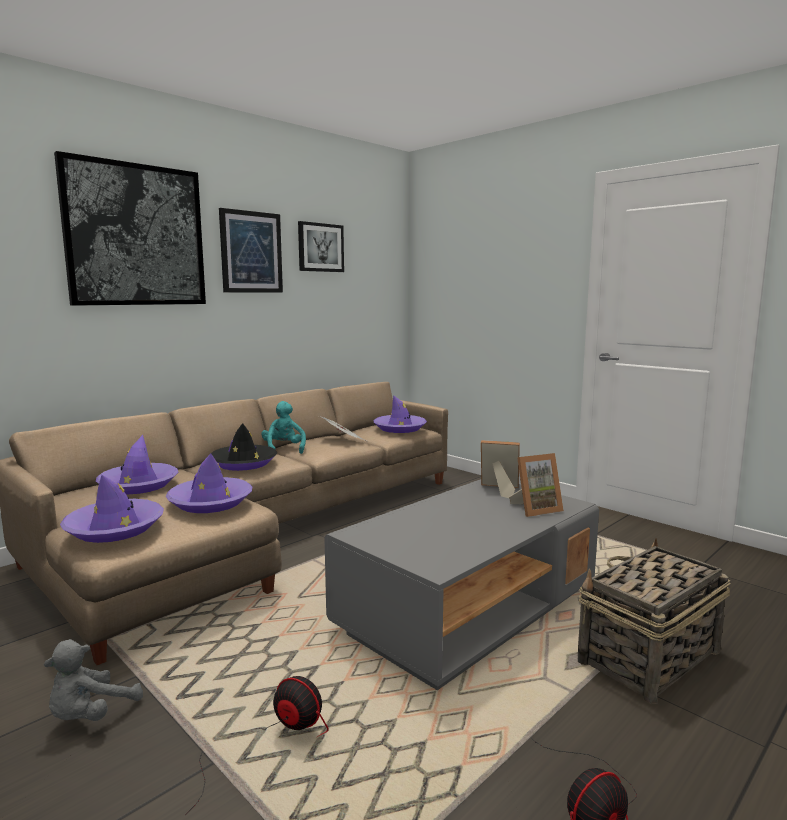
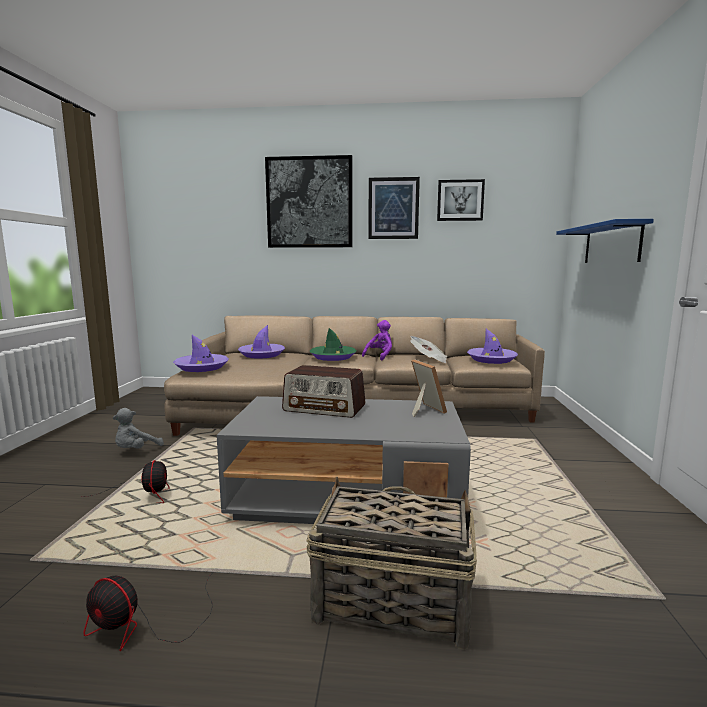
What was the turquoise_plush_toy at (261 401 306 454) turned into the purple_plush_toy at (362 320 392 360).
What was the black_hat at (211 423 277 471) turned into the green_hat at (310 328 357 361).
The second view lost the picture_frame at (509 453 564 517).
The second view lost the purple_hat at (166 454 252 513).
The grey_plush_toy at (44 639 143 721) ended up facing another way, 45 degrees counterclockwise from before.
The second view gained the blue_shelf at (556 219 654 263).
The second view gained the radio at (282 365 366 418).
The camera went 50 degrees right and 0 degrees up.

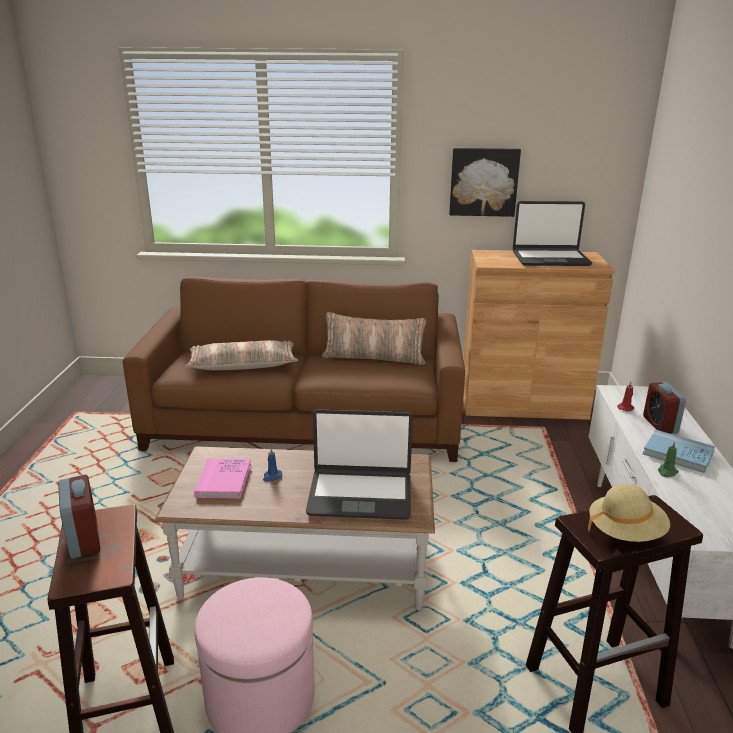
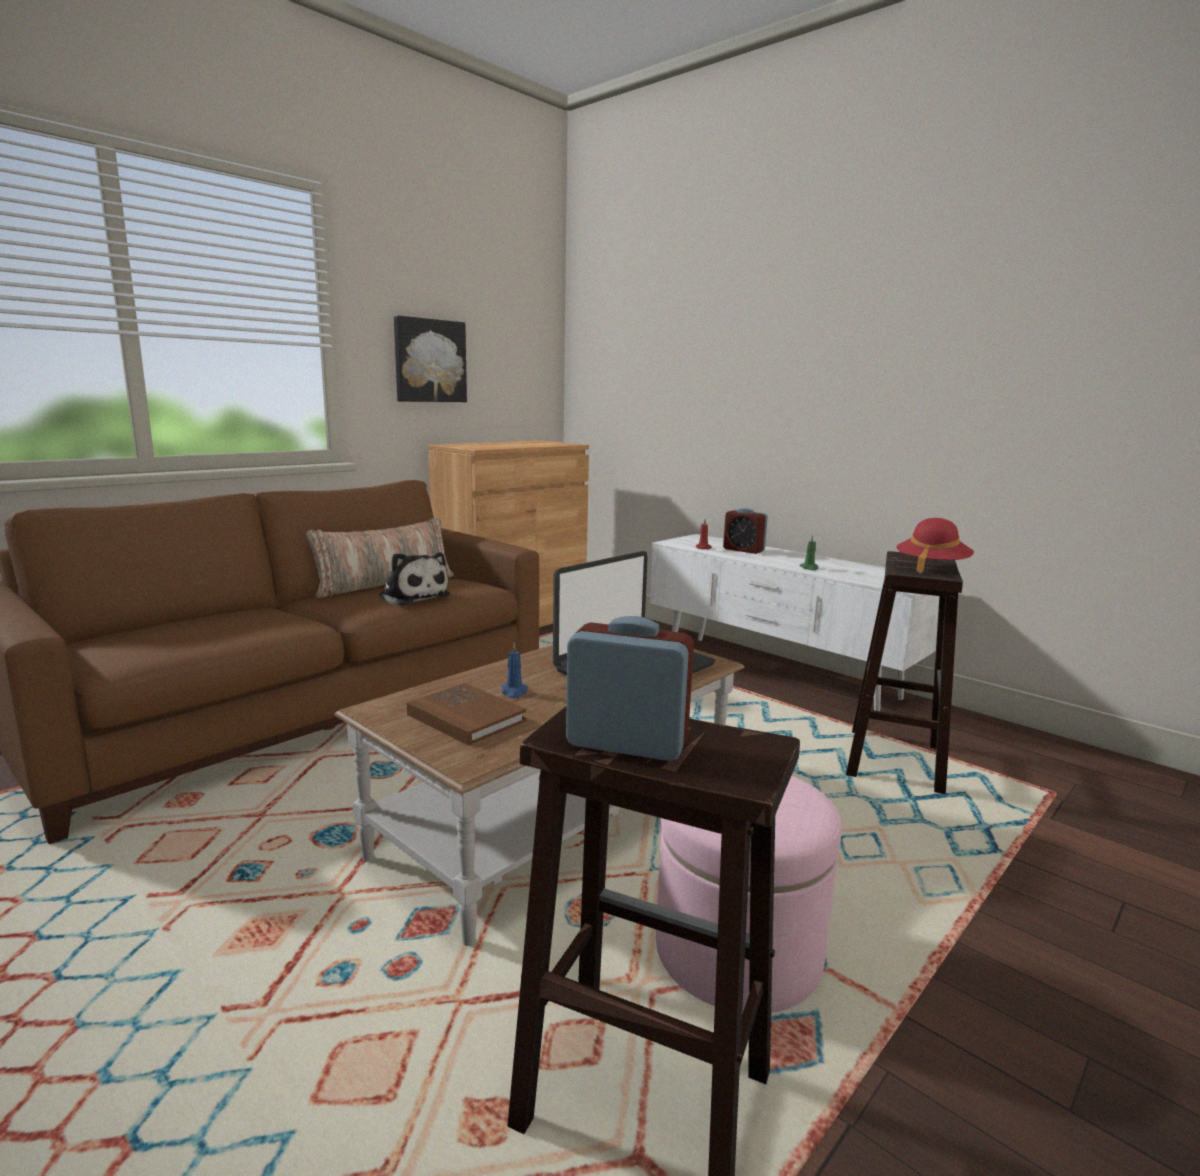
The second view lost the laptop at (513 201 592 266).
The second view lost the pillow at (185 340 298 370).
The second view lost the blue_book at (643 429 715 473).
What was the pink_book at (194 458 251 499) turned into the brown_book at (407 683 526 745).
What was the beige_hat at (588 484 670 542) turned into the red_hat at (896 518 974 573).
The second view gained the plush_toy at (379 552 450 605).
The camera went 50 degrees left and 10 degrees down.

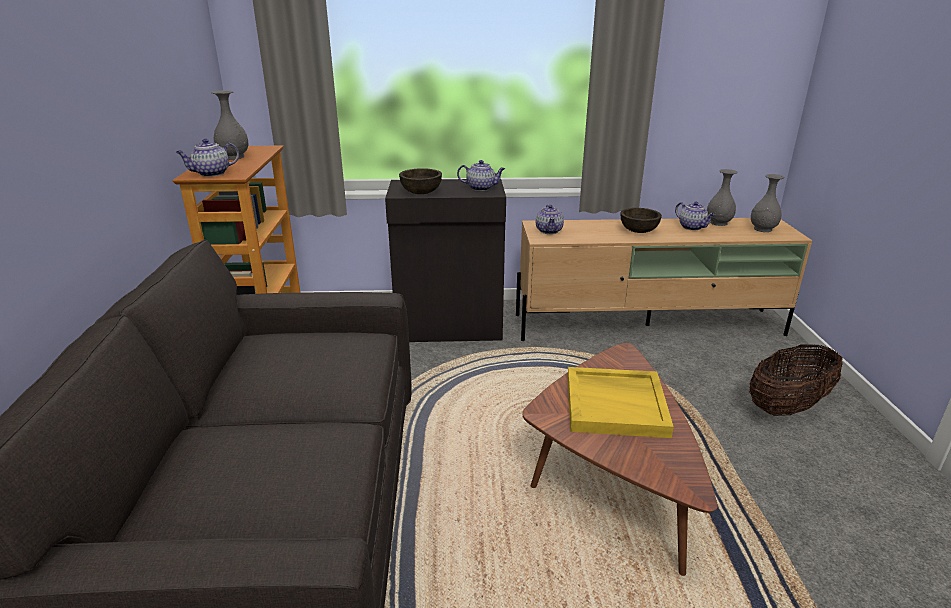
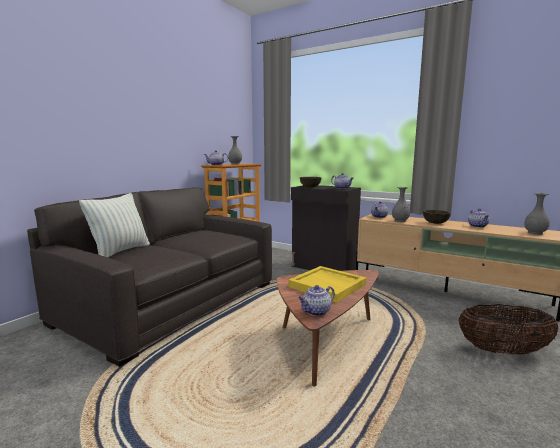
The grey_vase ended up elsewhere, having gone from (707 169 738 226) to (392 187 410 222).
The second view gained the pillow at (79 193 150 257).
The second view gained the teapot at (298 285 335 316).
The camera went 35 degrees right and 15 degrees down.

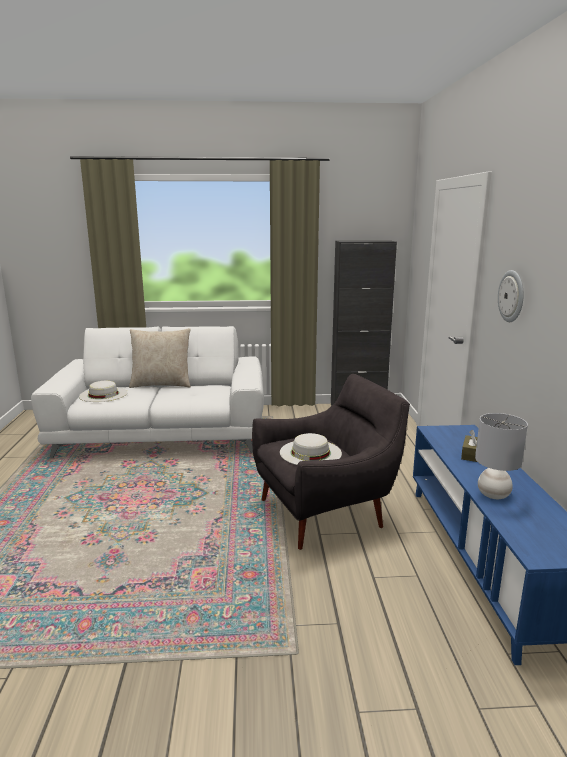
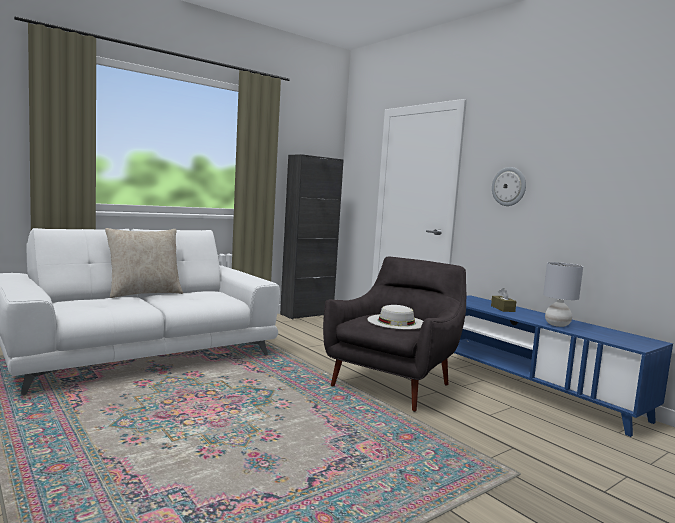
The second view lost the white_hat at (79 381 128 402).
The camera went 35 degrees left and 10 degrees down.

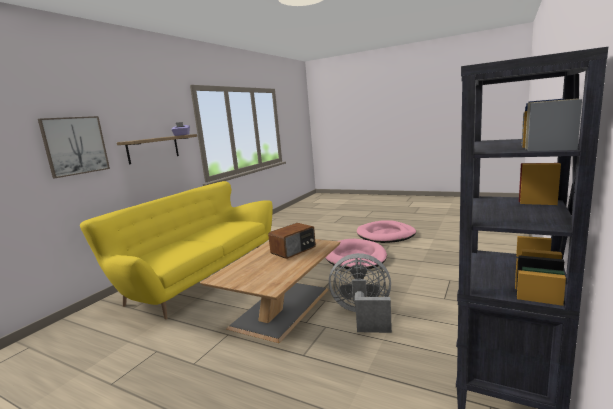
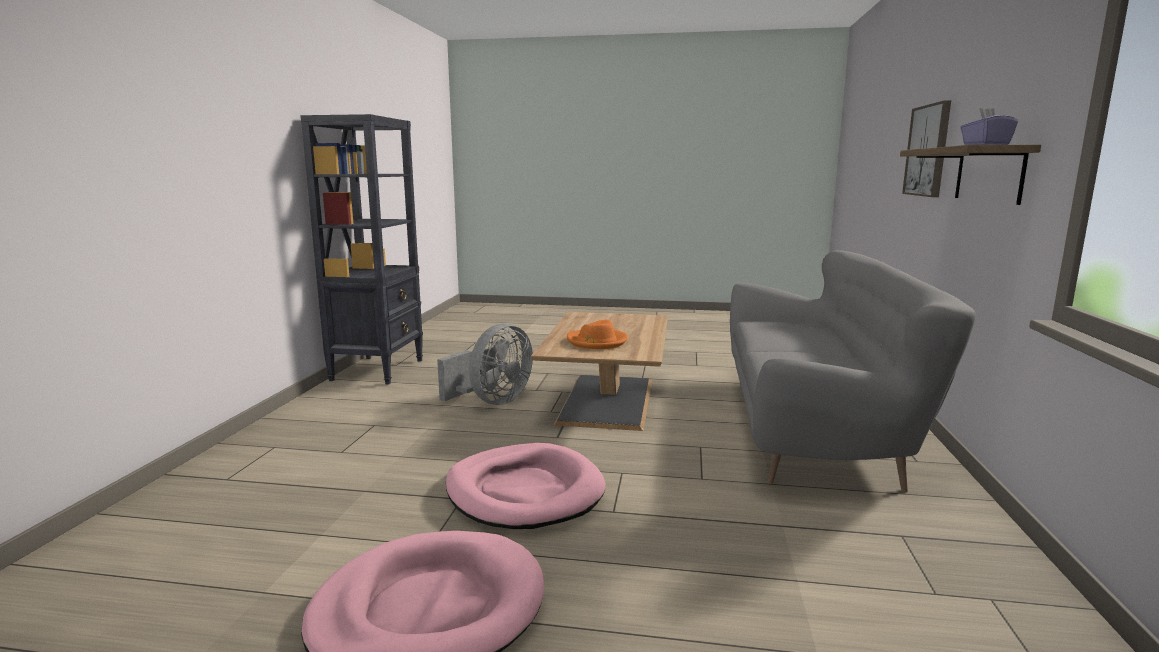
What was the yellow_sofa at (80 181 273 319) turned into the grey_sofa at (730 250 976 492).
Where the radio stood at (268 223 316 259), the orange_hat came to stand at (567 320 628 349).
The grey_fan at (329 253 392 333) ended up facing another way, 45 degrees counterclockwise from before.
The camera went 160 degrees right and 0 degrees up.

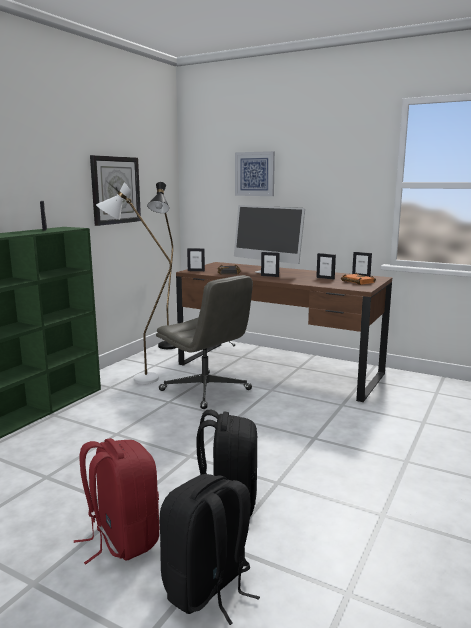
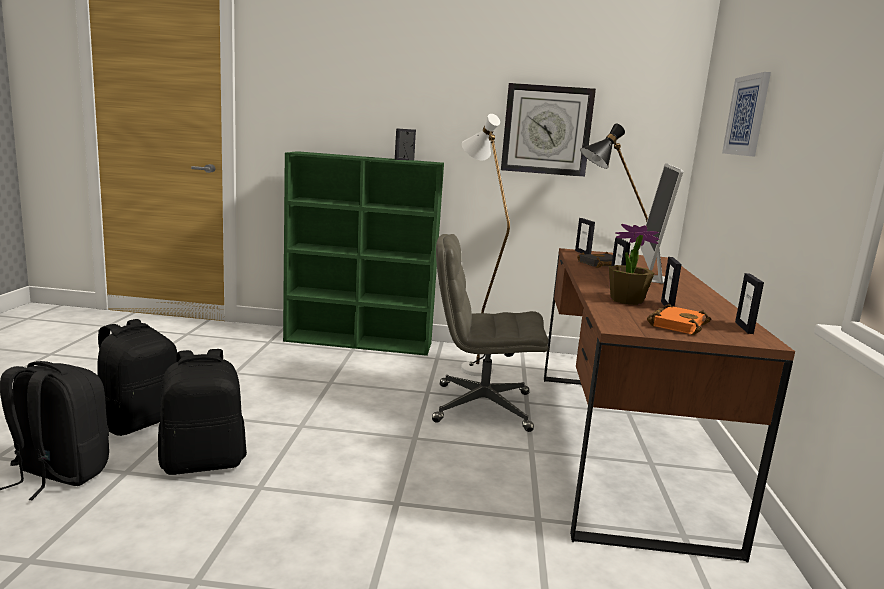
The grey_office_chair at (156 275 253 409) ended up facing another way, 75 degrees clockwise from before.
What was the red_backpack at (74 438 159 564) turned into the black_backpack at (97 319 177 436).
The second view gained the potted_plant at (609 224 659 305).
The camera went 65 degrees right and 0 degrees up.

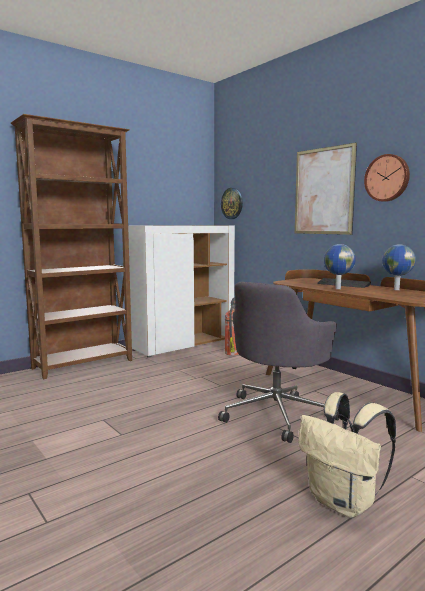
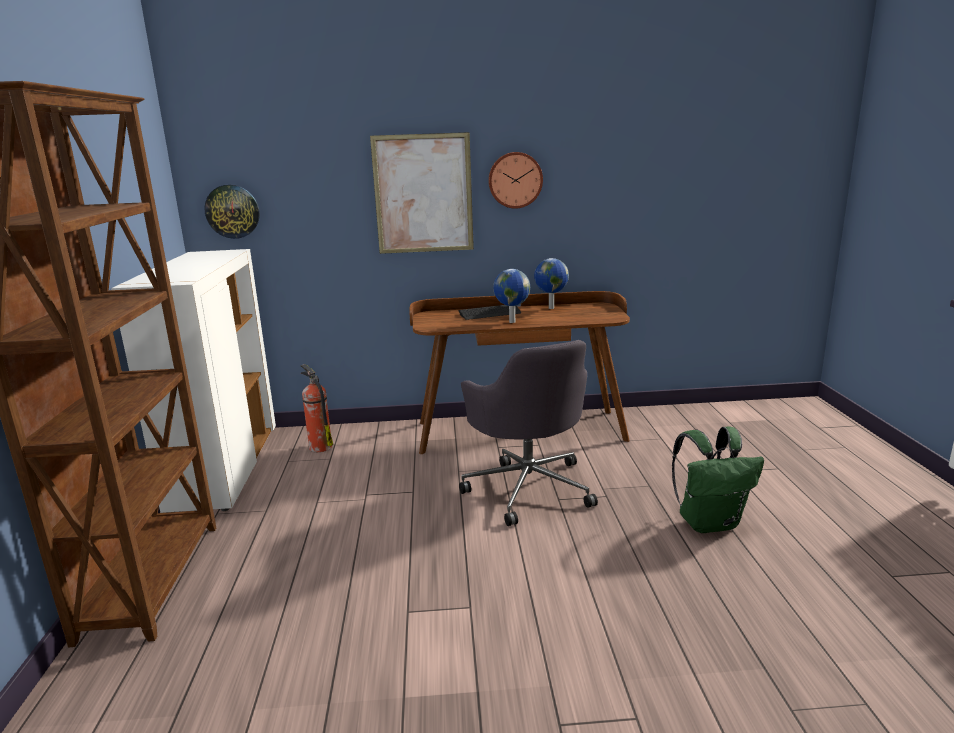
What was the beige_backpack at (298 392 396 518) turned into the green_backpack at (672 426 764 533).
The camera went 55 degrees left and 10 degrees up.

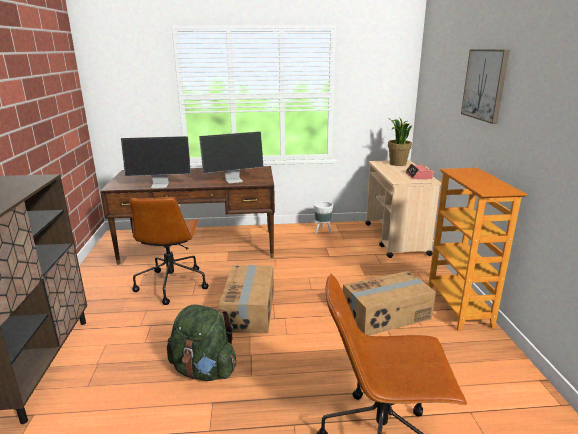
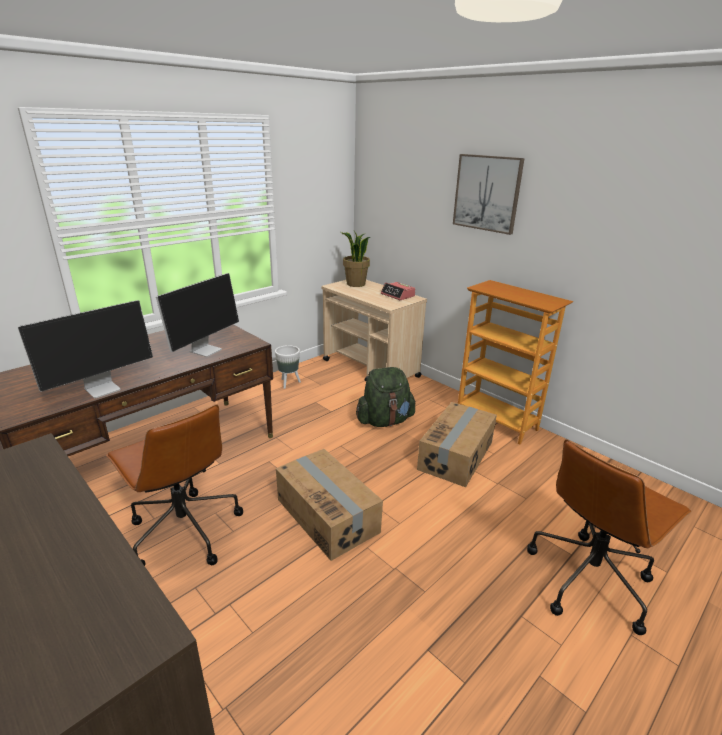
The green_backpack ended up elsewhere, having gone from (167 304 236 381) to (356 367 416 427).
The camera went 40 degrees left and 5 degrees up.

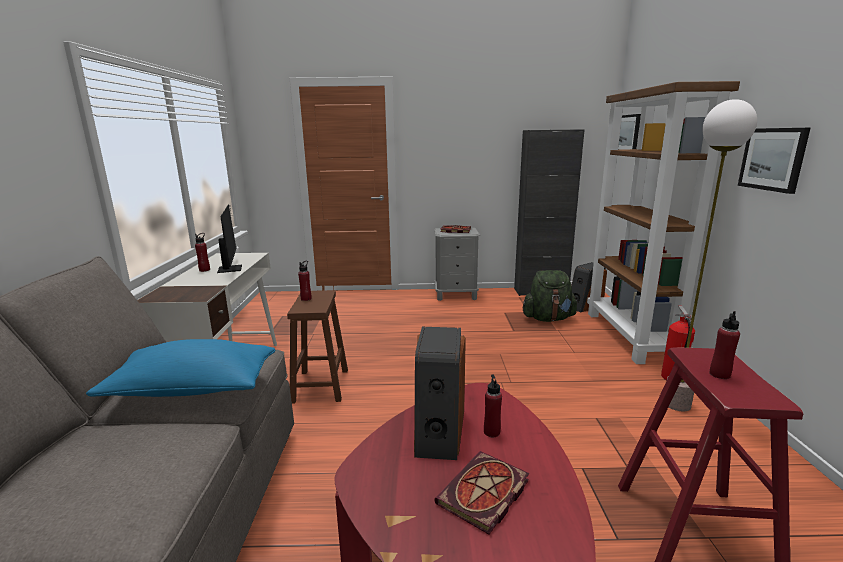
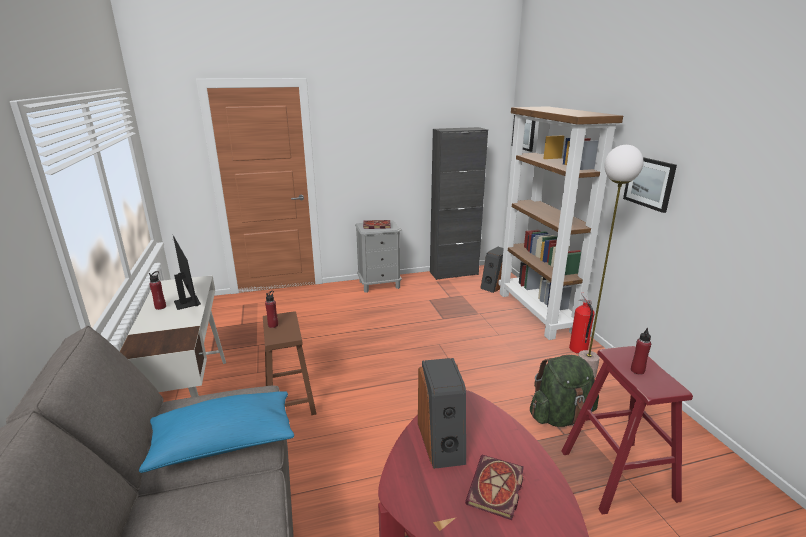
The green_backpack ended up elsewhere, having gone from (523 270 578 322) to (530 355 599 427).
The second view lost the red_bottle at (484 374 502 437).
The camera went 15 degrees left and 5 degrees up.

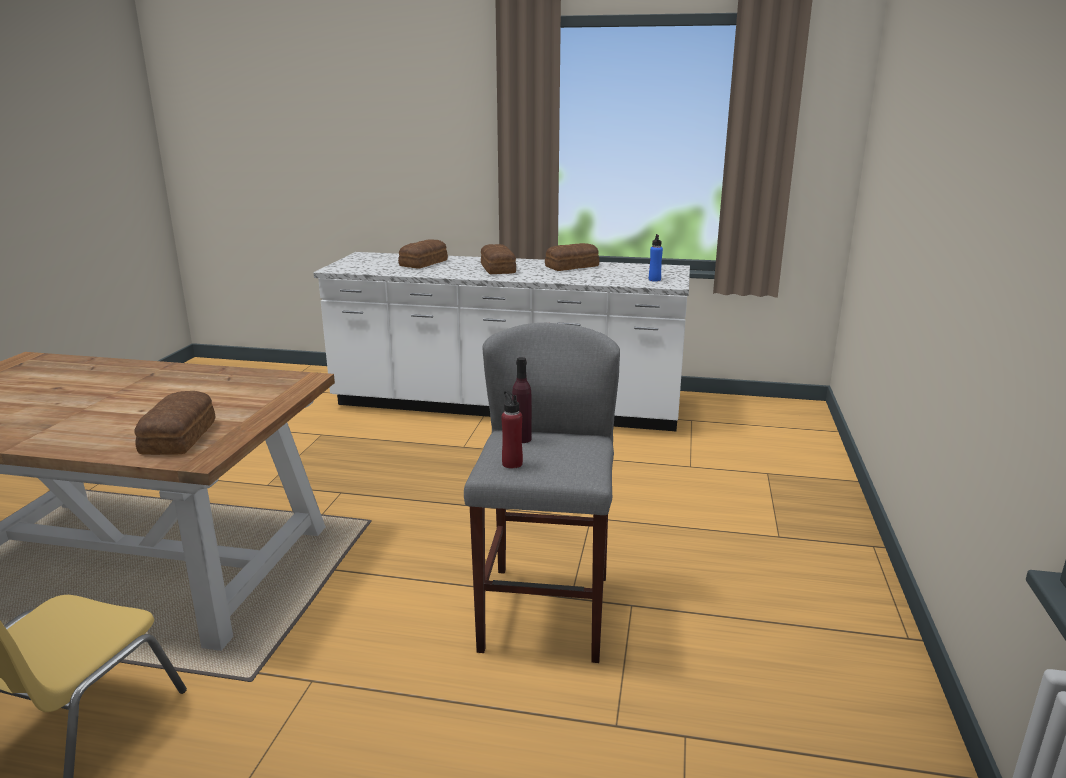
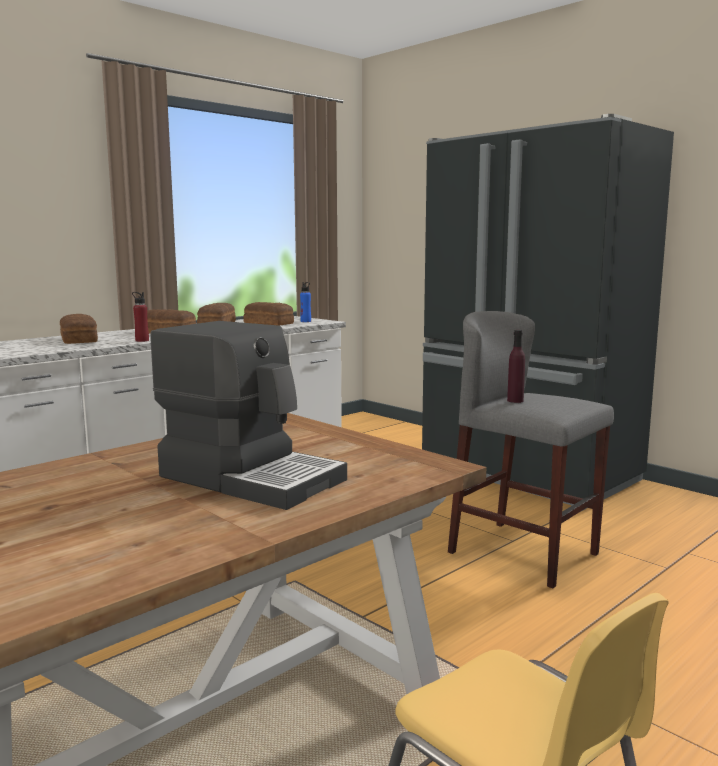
The bread ended up elsewhere, having gone from (134 391 216 455) to (243 302 294 326).
The red_bottle ended up elsewhere, having gone from (501 391 523 469) to (132 292 149 342).
The second view gained the black_fridge at (422 114 674 511).
The second view gained the coffee_machine at (150 321 347 510).
The camera went 55 degrees left and 10 degrees down.

